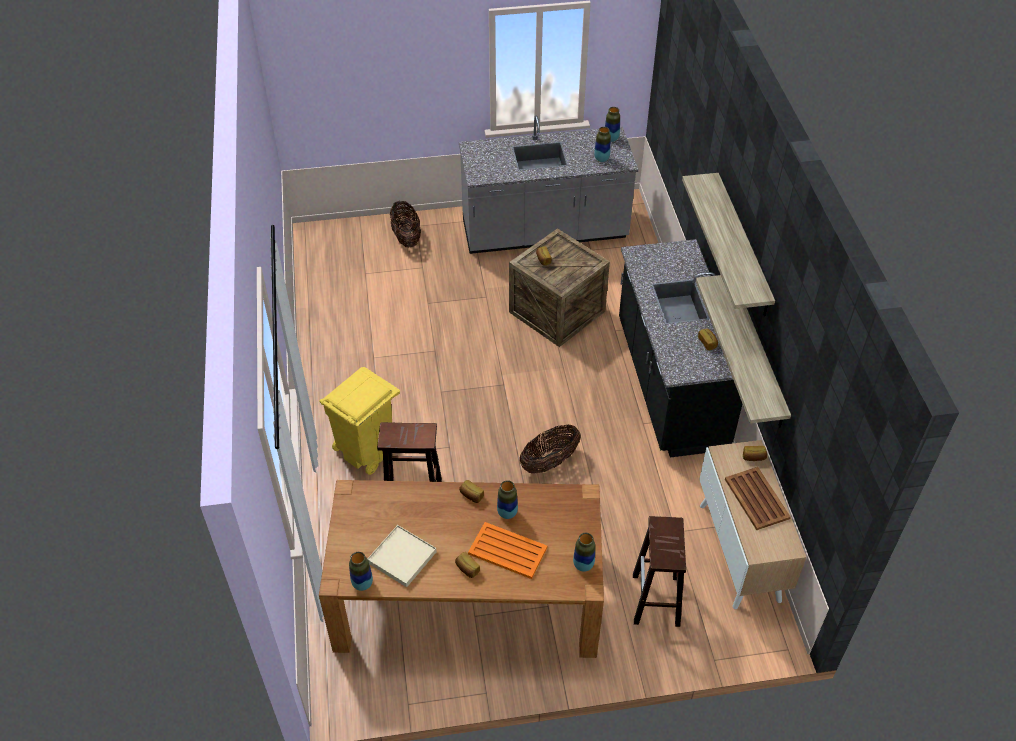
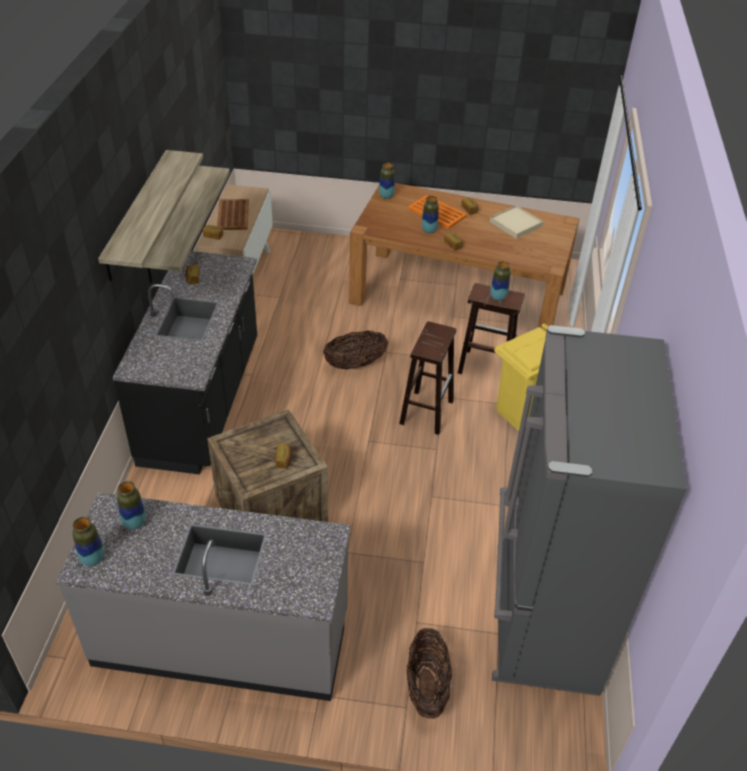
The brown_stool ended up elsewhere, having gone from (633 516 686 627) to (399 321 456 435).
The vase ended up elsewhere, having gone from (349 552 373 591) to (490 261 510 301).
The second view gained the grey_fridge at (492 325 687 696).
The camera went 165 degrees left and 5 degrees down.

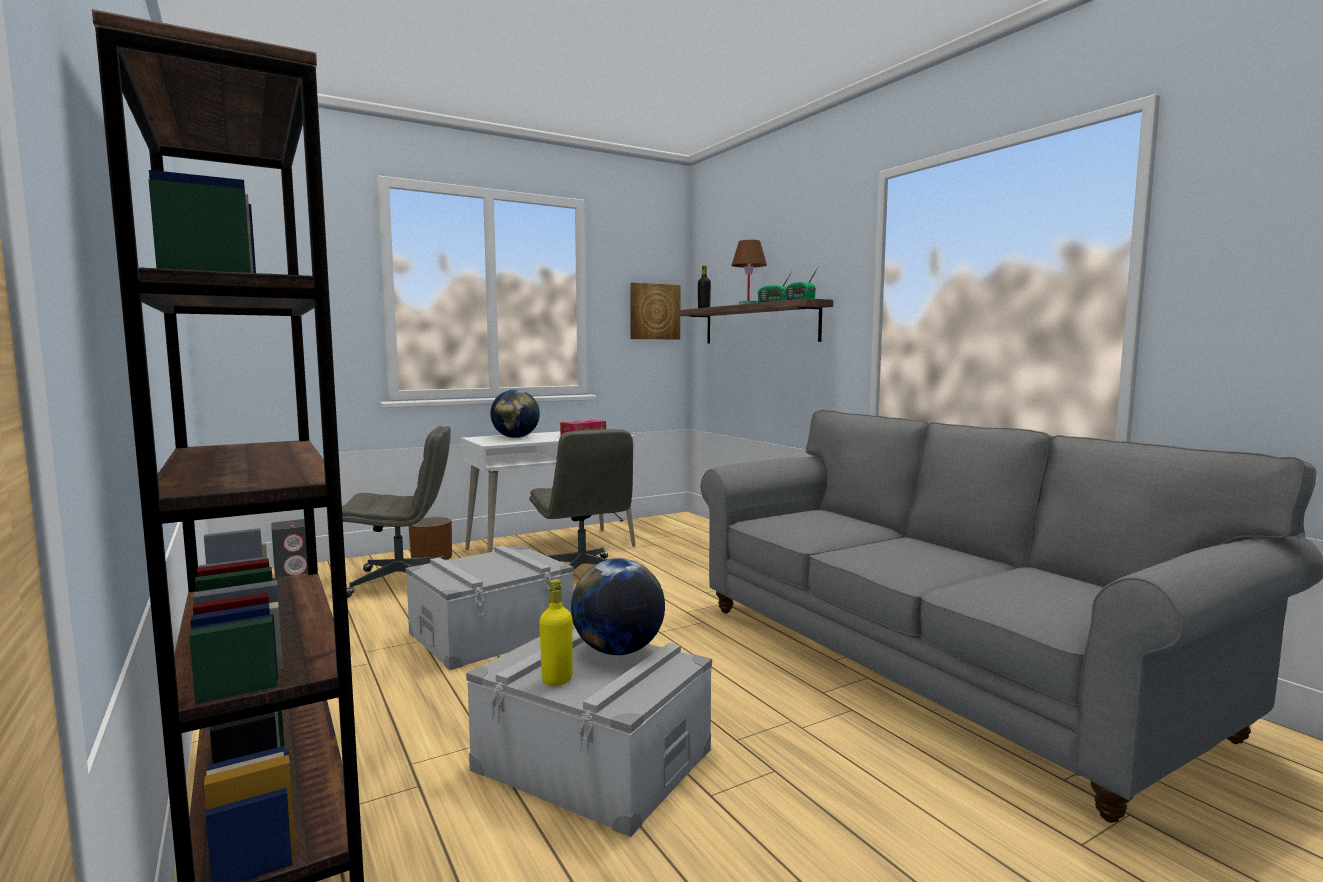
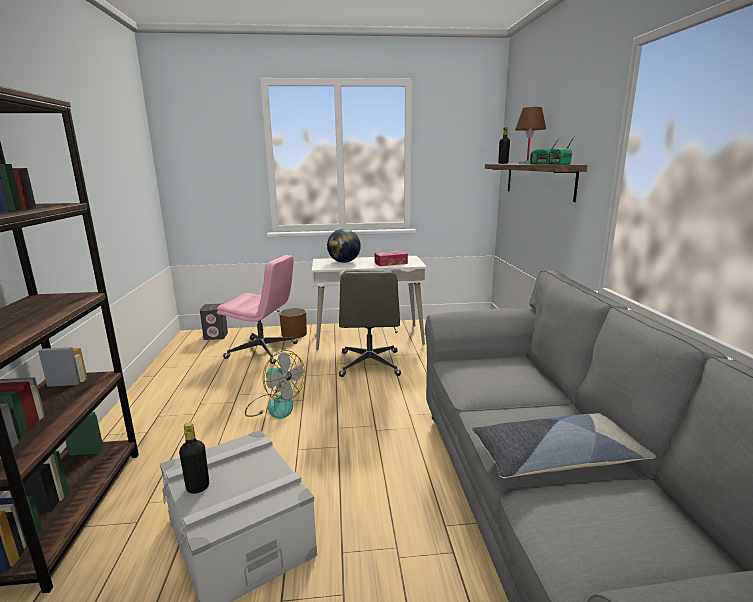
The second view lost the picture at (630 282 681 339).
What was the grey_office_chair at (342 426 451 598) turned into the pink_office_chair at (217 255 298 364).
Where the grey_storage_box stood at (405 545 574 670), the fan came to stand at (245 350 305 419).
The second view lost the globe at (571 558 665 655).
What was the yellow_bottle at (539 579 572 686) turned into the black_bottle at (179 423 209 494).
The second view gained the pillow at (472 413 656 478).
The camera went 25 degrees right and 10 degrees up.

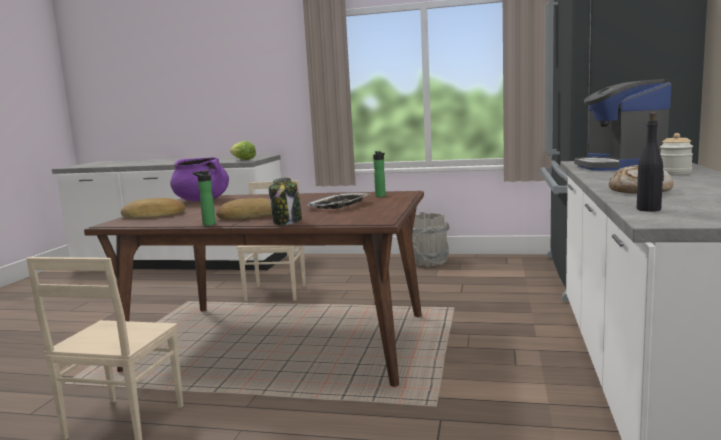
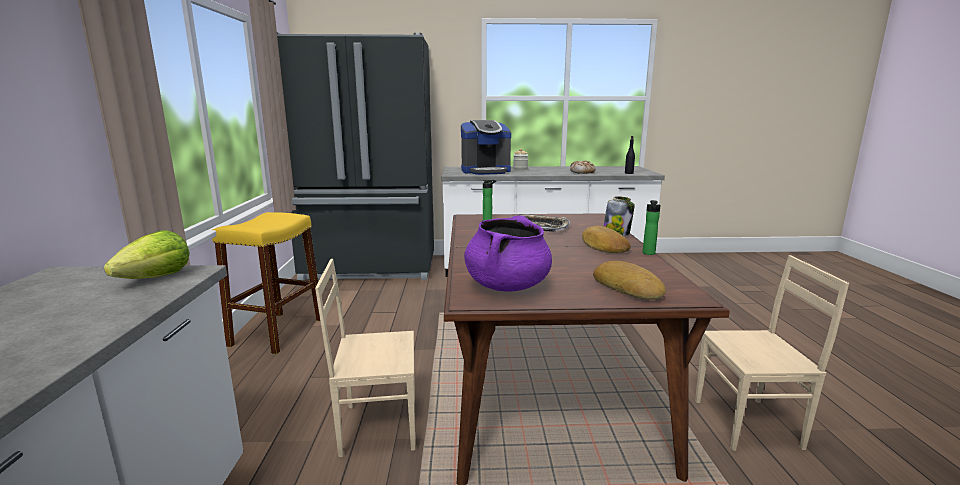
Where the grey_bucket stood at (412 212 449 267), the yellow_stool came to stand at (212 212 320 354).
The camera went 105 degrees left and 5 degrees up.

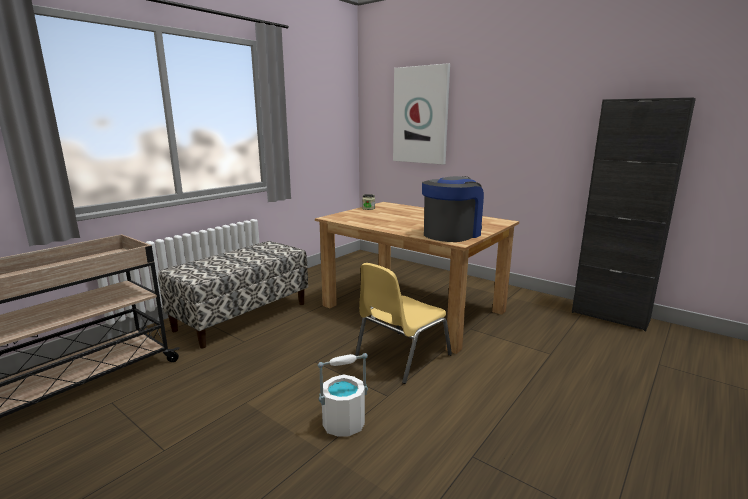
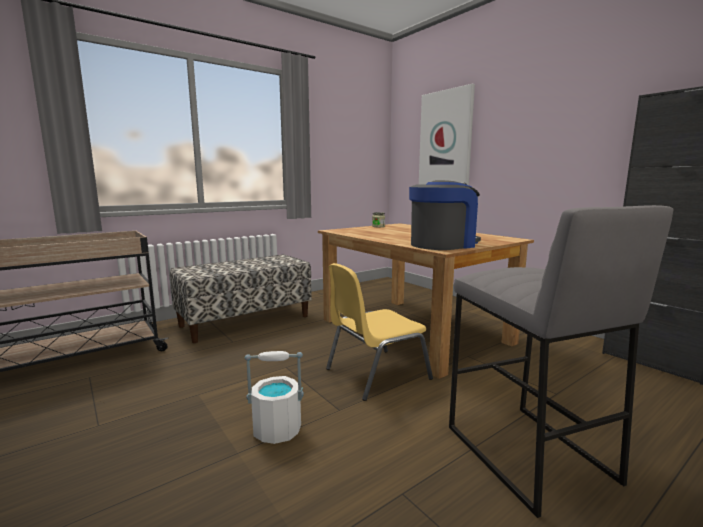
The second view gained the grey_stool at (449 205 674 518).
The camera went 15 degrees right and 5 degrees down.

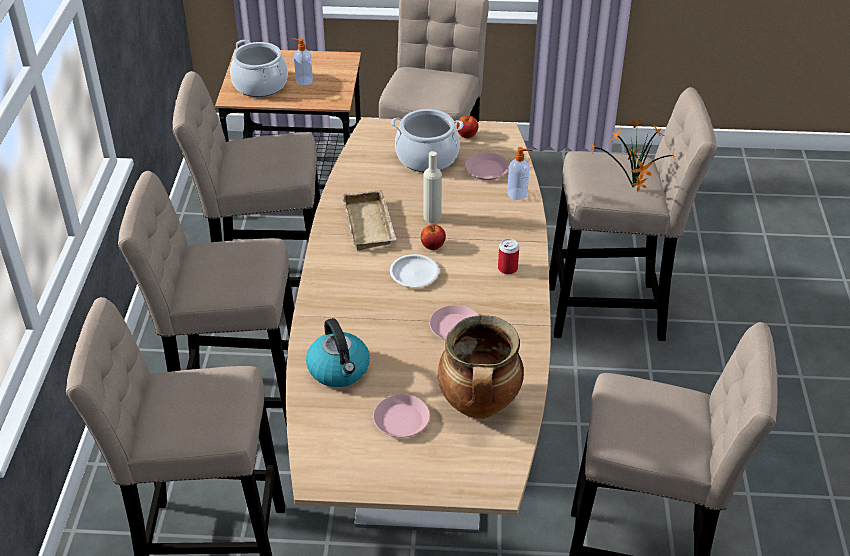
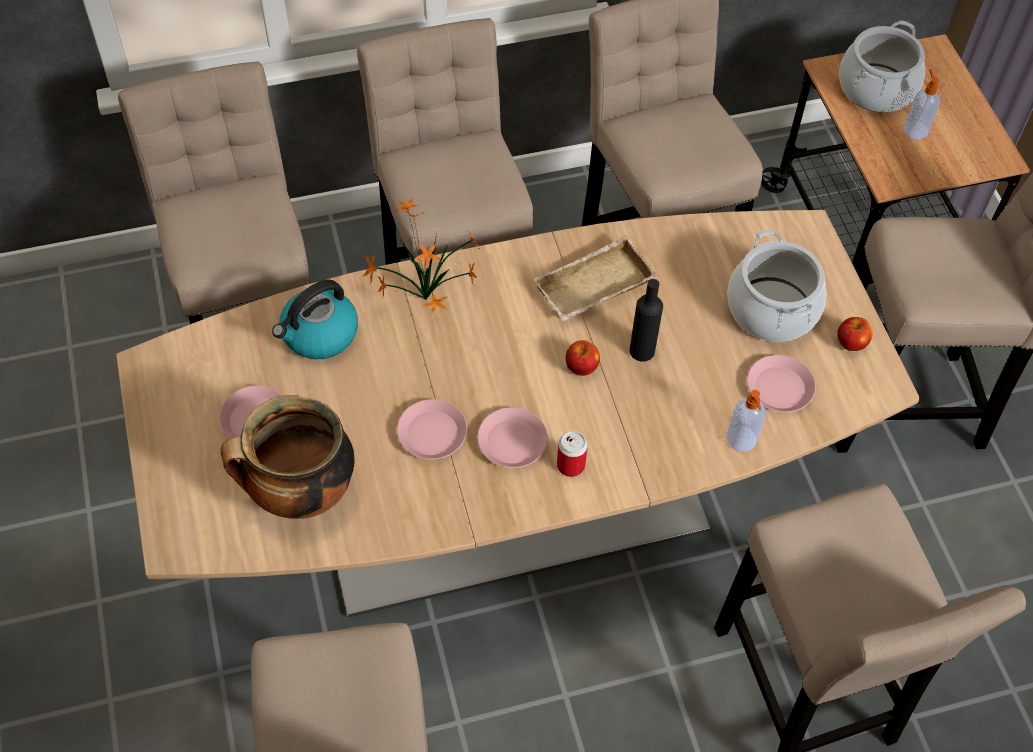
The potted_plant ended up elsewhere, having gone from (591 118 676 193) to (362 197 481 315).
What was the beige_bottle at (423 151 442 223) turned into the black_bottle at (629 279 663 362).
The second view lost the white_plate at (390 254 439 287).
The second view gained the pink_plate at (477 407 548 468).
The camera went 70 degrees right and 15 degrees up.

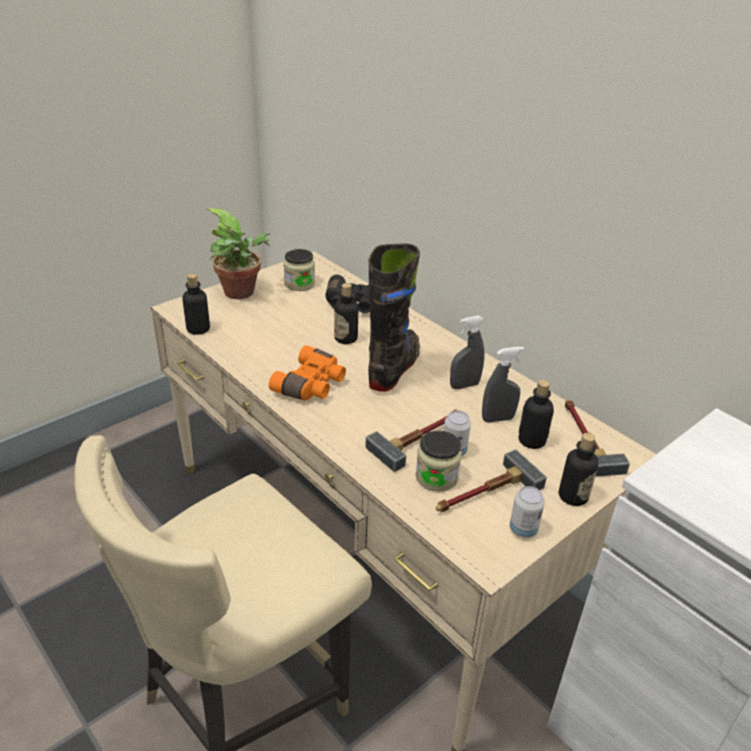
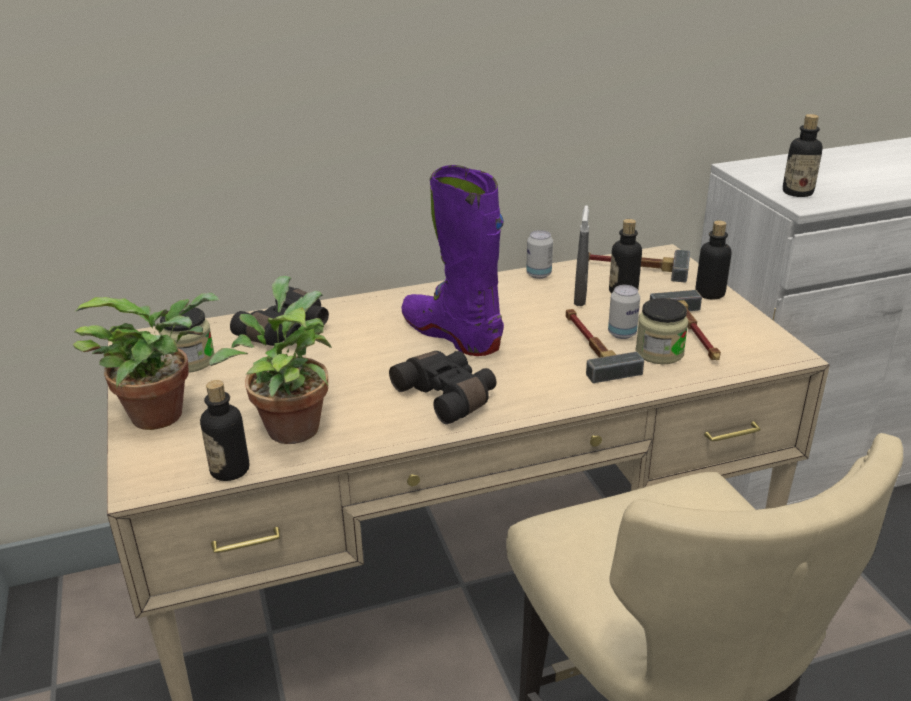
What was the black_boot at (368 243 420 392) turned into the purple_boot at (401 165 504 356).
The bottle ended up elsewhere, having gone from (334 283 358 344) to (783 114 823 197).
The second view lost the grey_spray_bottle at (450 316 485 389).
What was the orange_binoculars at (269 345 346 400) turned into the black_binoculars at (389 351 496 425).
The can ended up elsewhere, having gone from (510 486 545 538) to (526 230 553 279).
The second view gained the potted_plant at (209 276 332 444).
The camera went 65 degrees left and 5 degrees down.

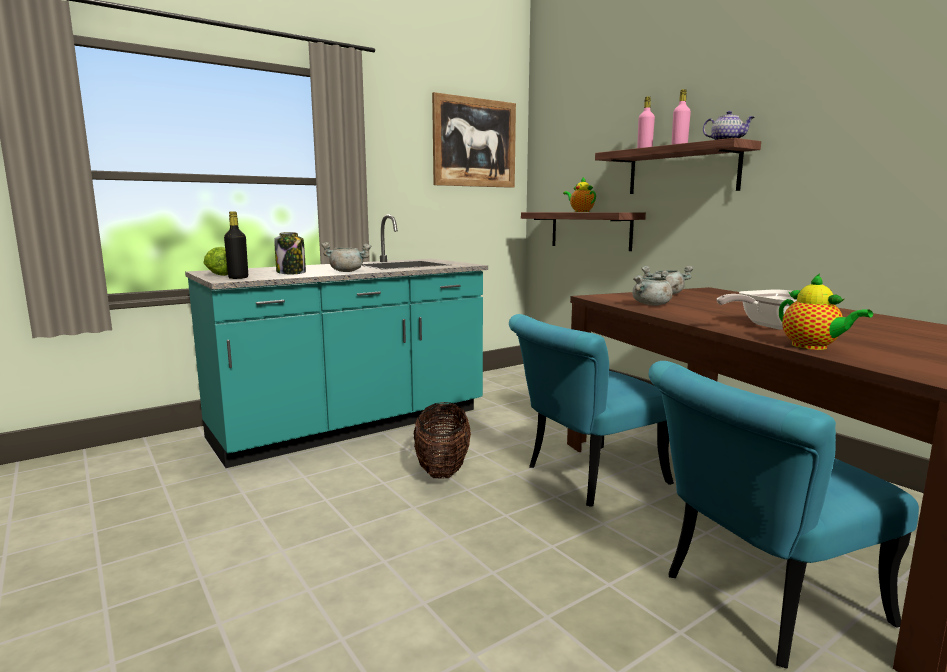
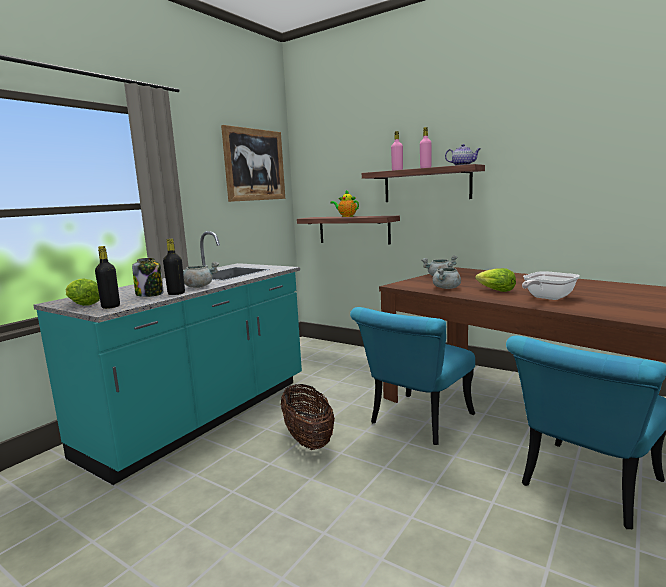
The second view lost the teapot at (779 274 873 350).
The second view gained the black_bottle at (163 239 185 295).
The second view gained the lettuce at (475 268 516 292).
The camera went 20 degrees left and 0 degrees up.

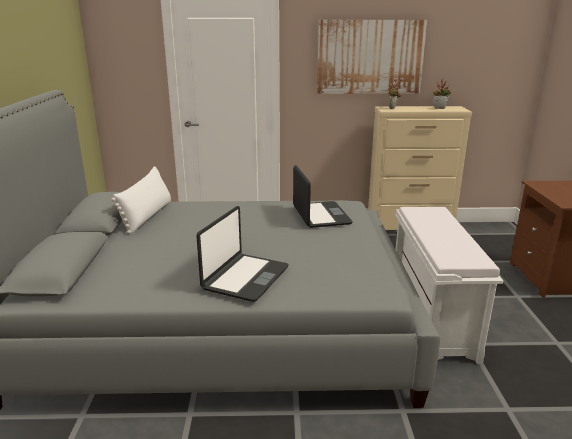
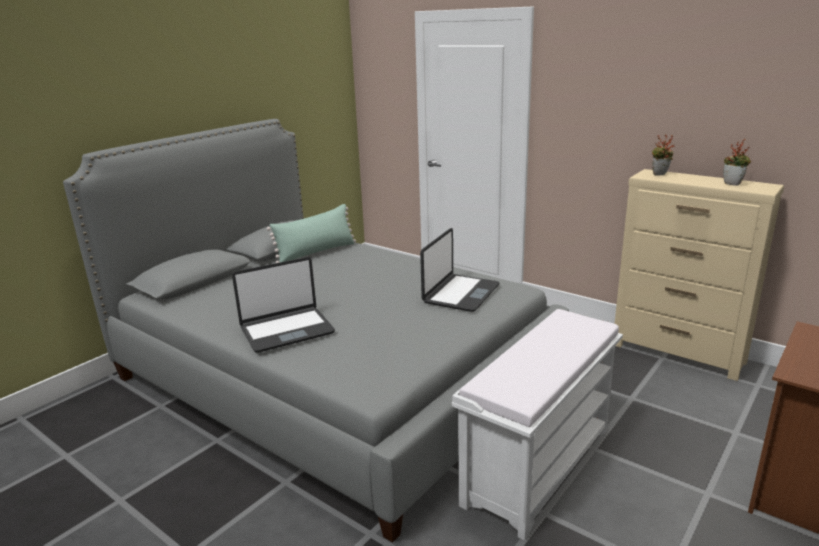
The second view lost the picture at (317 20 427 94).
What was the white_pillow at (111 166 171 234) turned into the green_pillow at (267 204 356 263).
The camera went 40 degrees right and 0 degrees up.

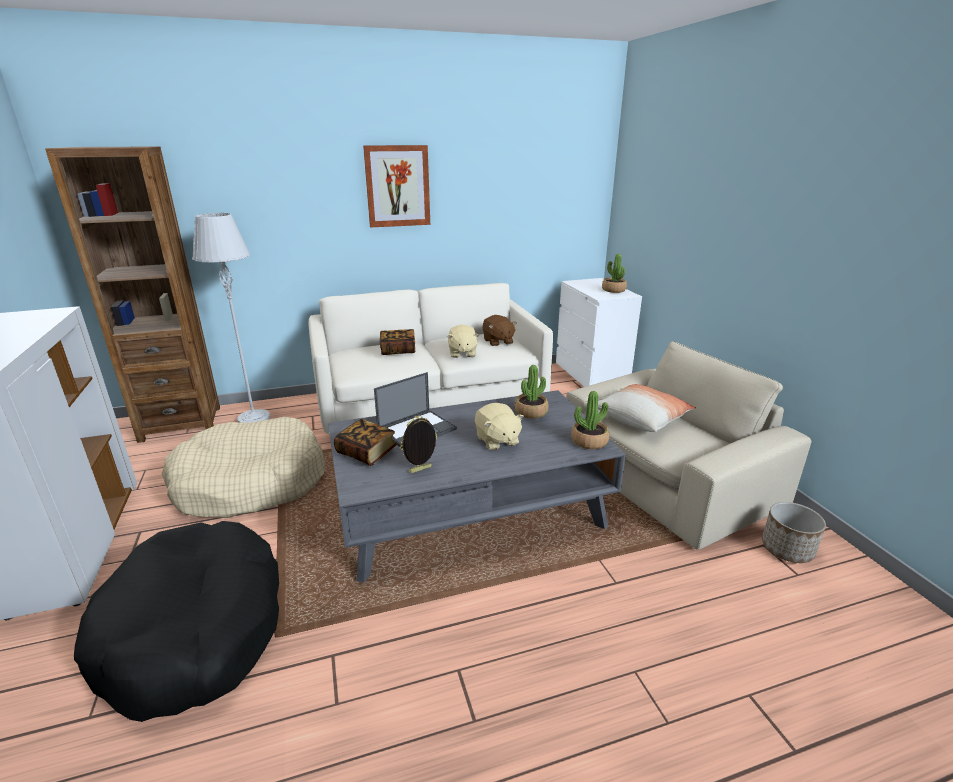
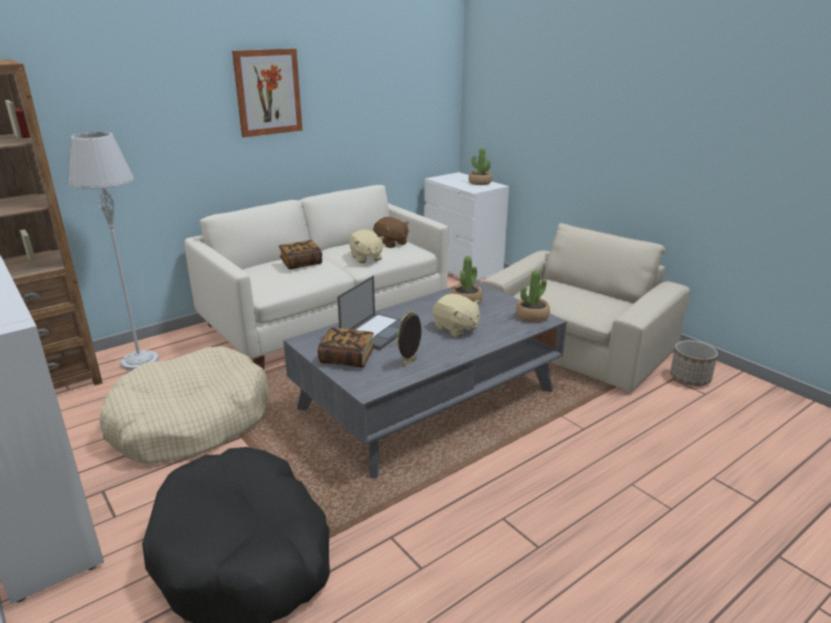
The second view lost the pillow at (598 384 696 432).
The camera went 20 degrees left and 0 degrees up.

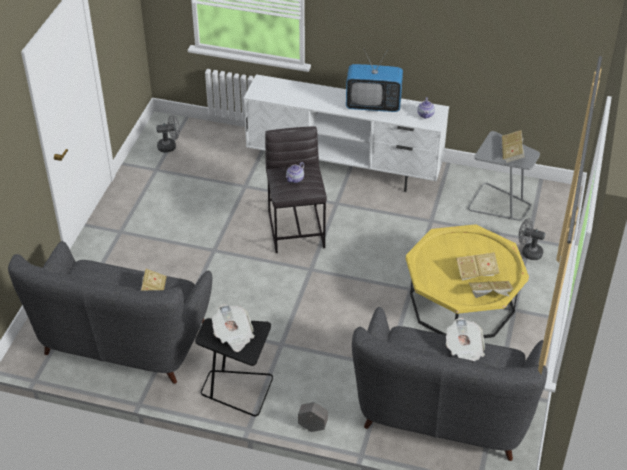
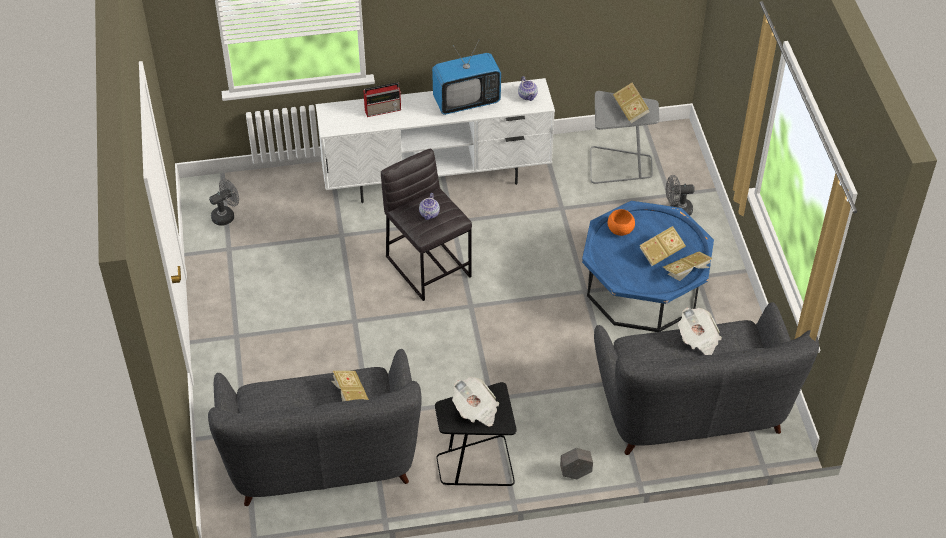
What was the yellow_coffee_table at (406 224 529 338) turned into the blue_coffee_table at (582 201 714 332).
The second view gained the radio at (363 82 401 117).
The second view gained the orange_bowl at (608 209 635 236).
The camera went 25 degrees left and 5 degrees up.

